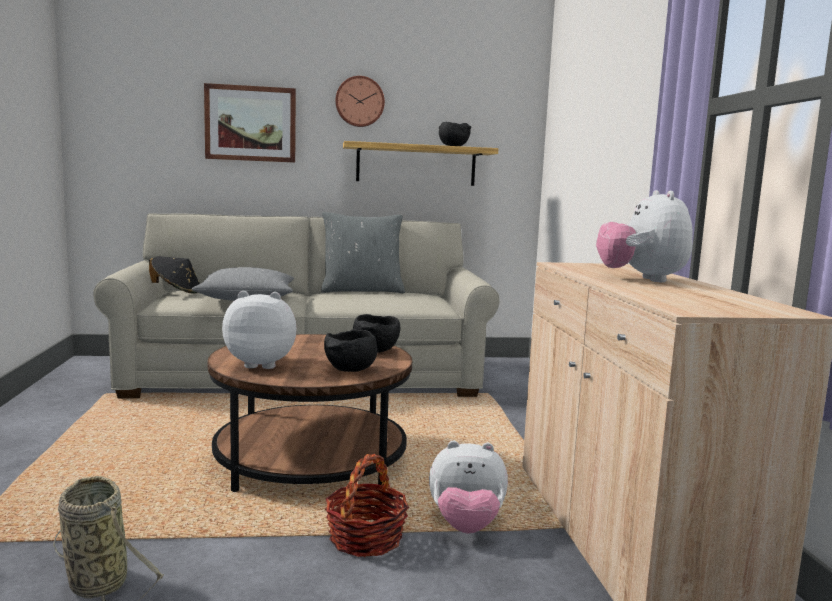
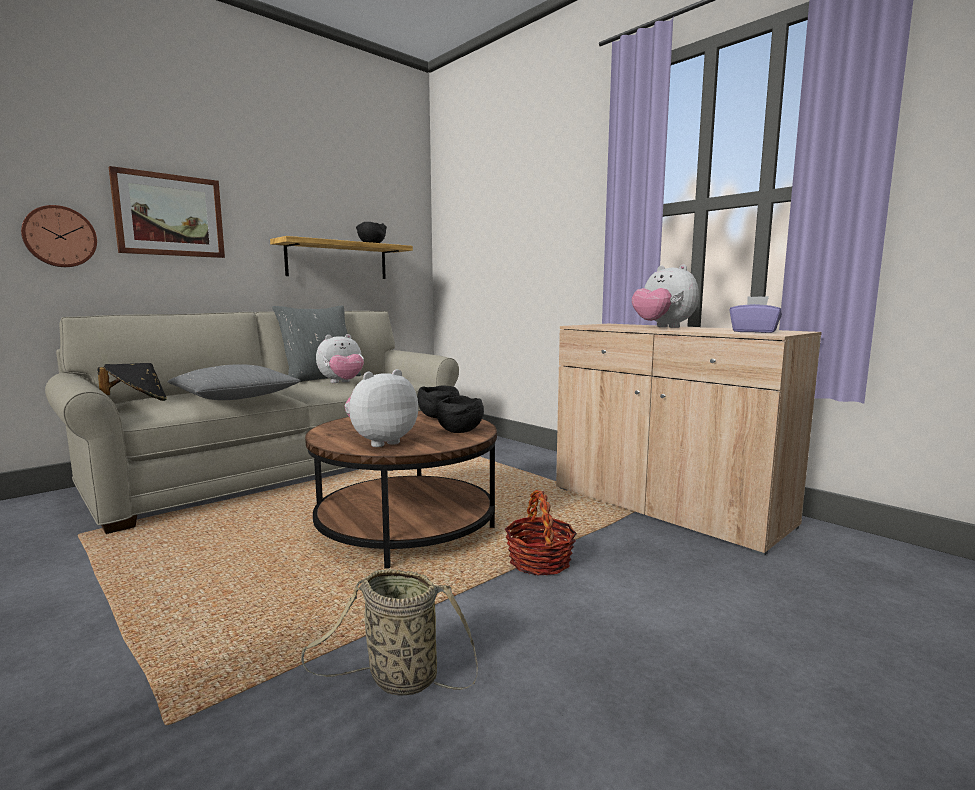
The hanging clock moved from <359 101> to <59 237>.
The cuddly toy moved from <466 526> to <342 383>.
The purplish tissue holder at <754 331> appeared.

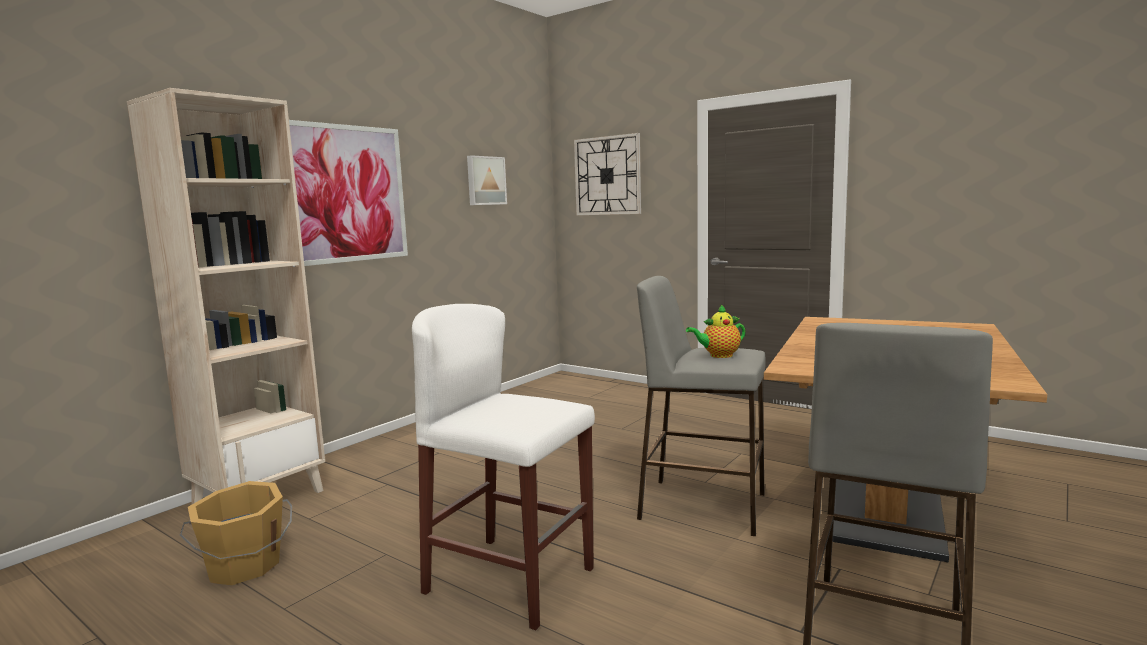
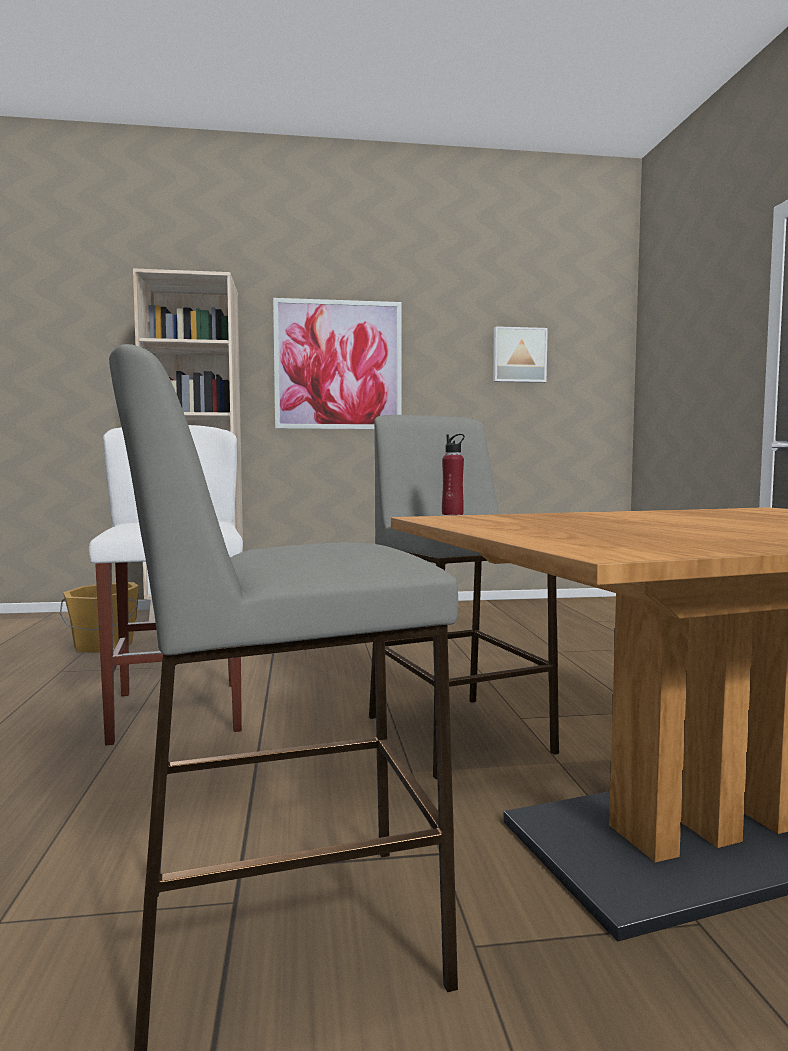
The teapot at <718 355> was replaced by the red drink bottle at <452 514>.
The hanging clock at <607 176> disappeared.

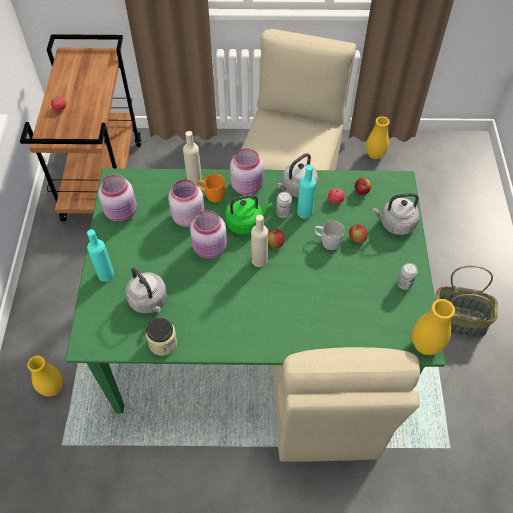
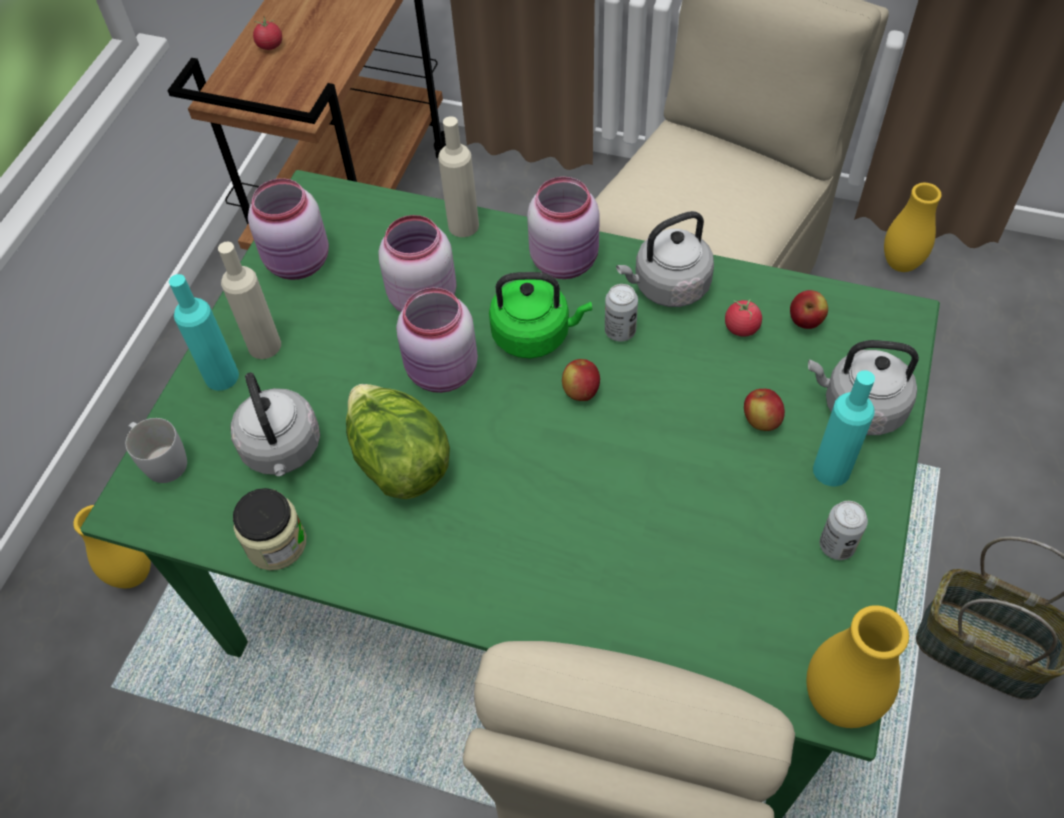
The white-coloured coffee mug moved from <327 241> to <161 460>.
The beige-coloured drink bottle moved from <259 260> to <264 345>.
The head of lettuce at <399 462> appeared.
The blue-green drink bottle moved from <304 212> to <831 470>.
The orange coffee mug at <211 194> disappeared.

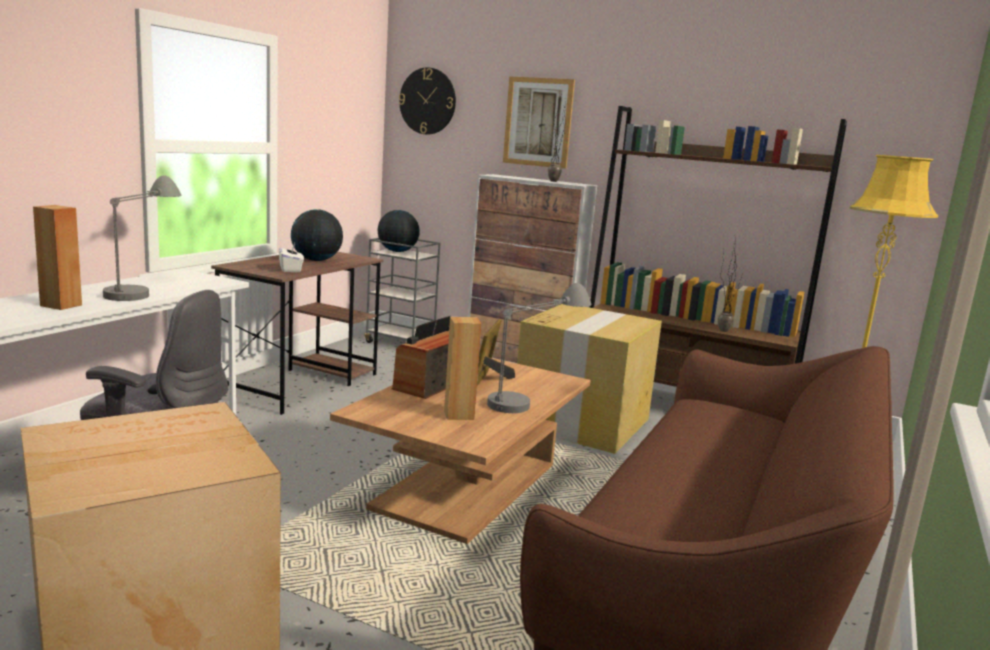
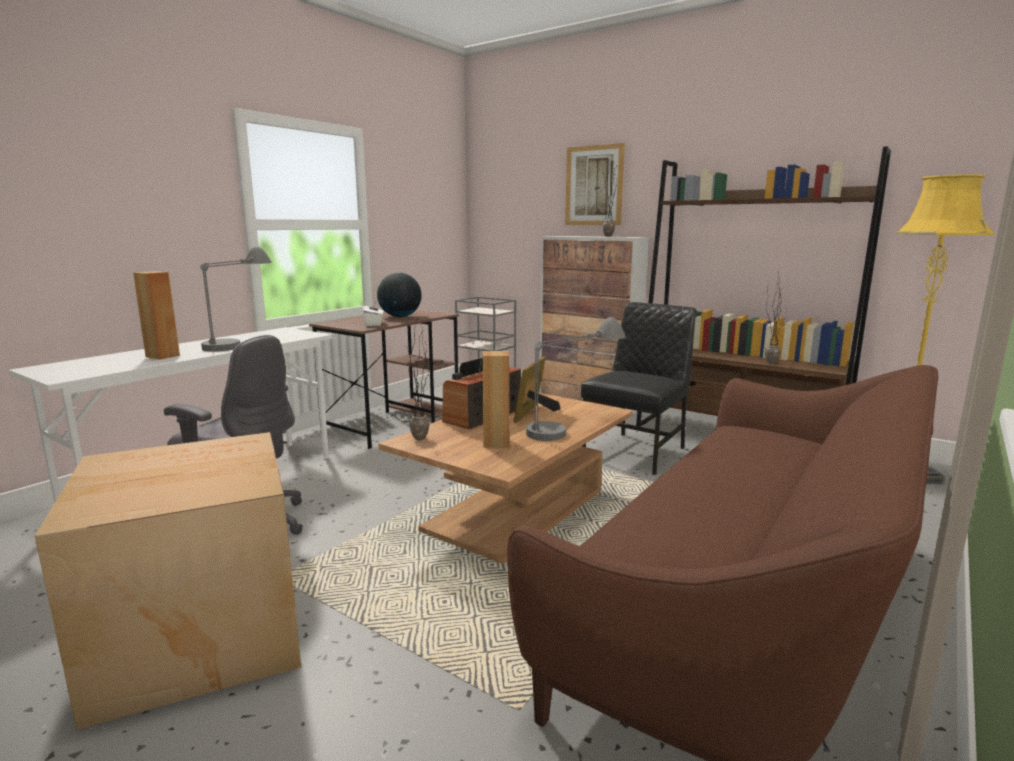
The plant in a pot at <419 441> appeared.
The cardboard box at <582 422> was replaced by the blackish chair at <637 452>.
The world globe at <397 251> disappeared.
The hanging clock at <427 101> disappeared.

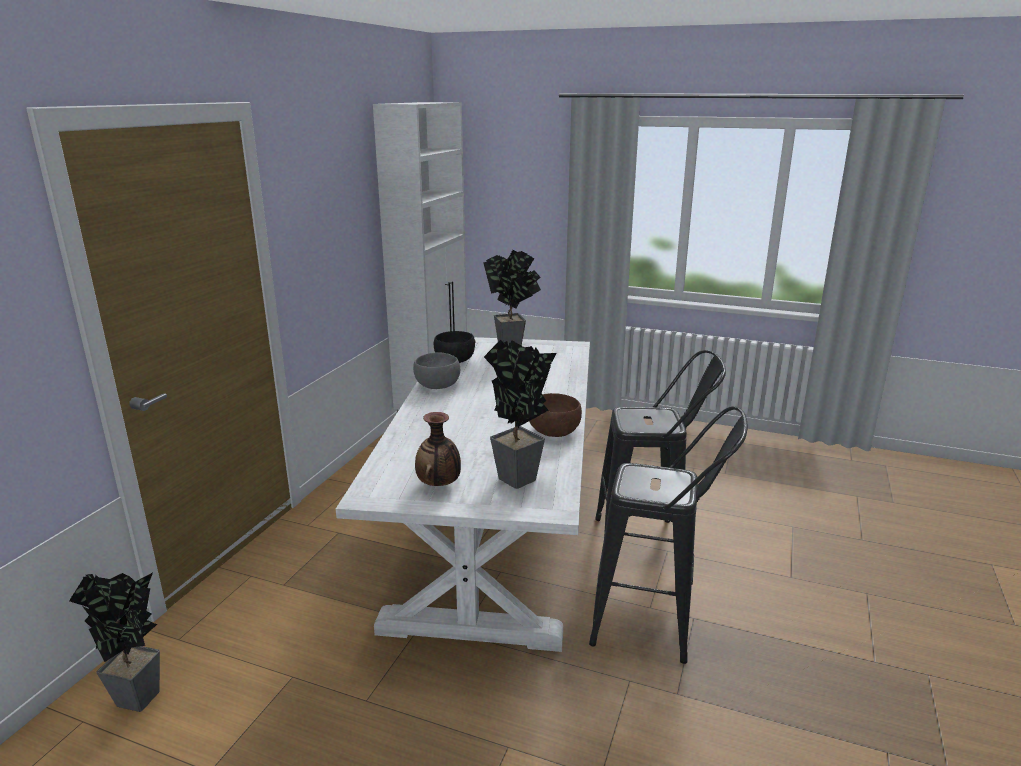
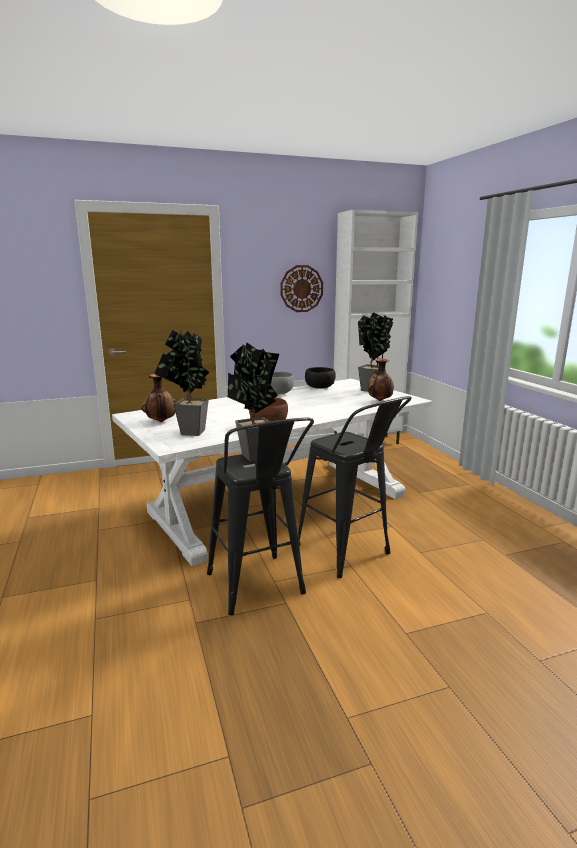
The plant in a pot moved from <141 702> to <254 458>.
The hanging clock at <301 288> appeared.
The decorative vase at <380 400> appeared.

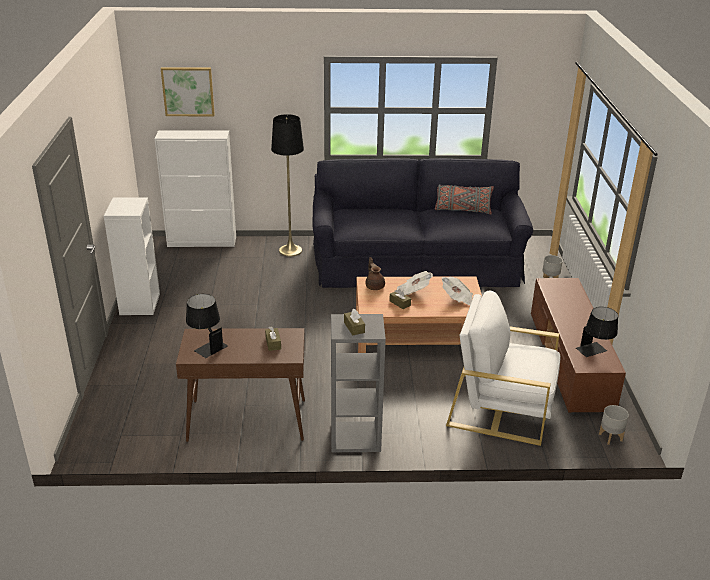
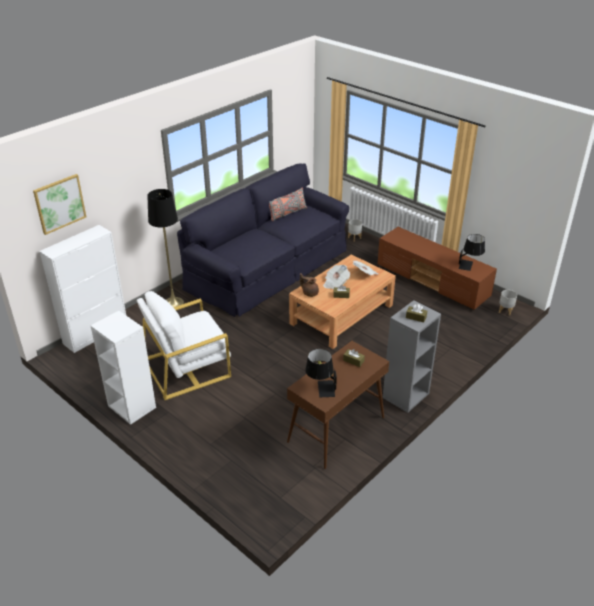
The white-coloured lounge chair moved from <501 407> to <187 367>.

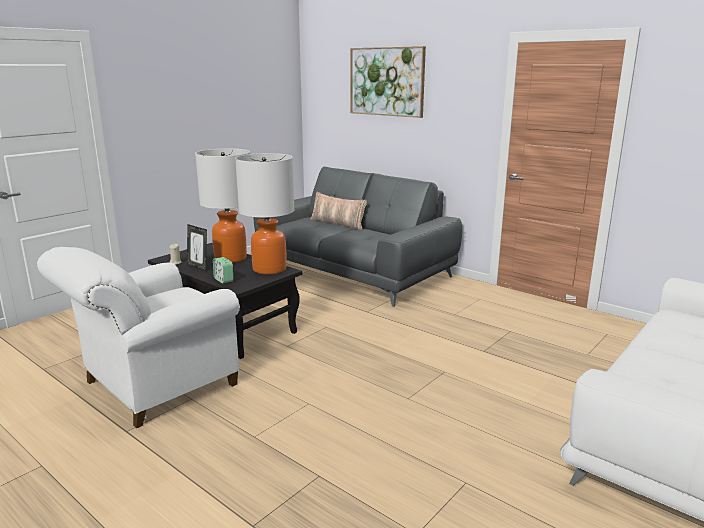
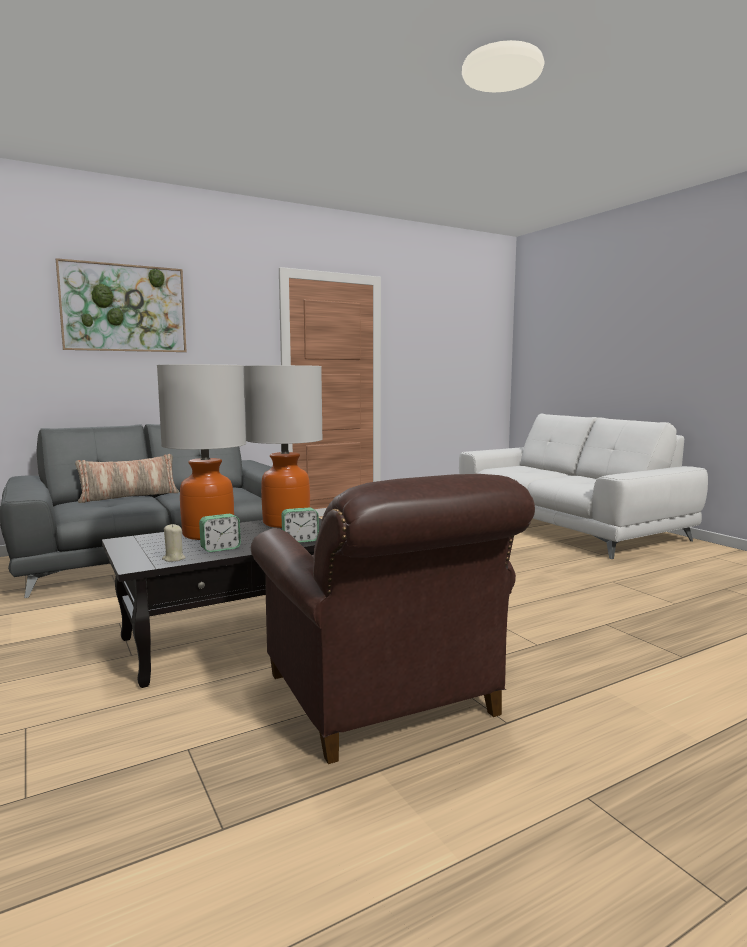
The standing frame at <198 267> was replaced by the alarm clock at <220 548>.
The white-coloured lounge chair at <154 385> became the brown-coloured lounge chair at <385 699>.

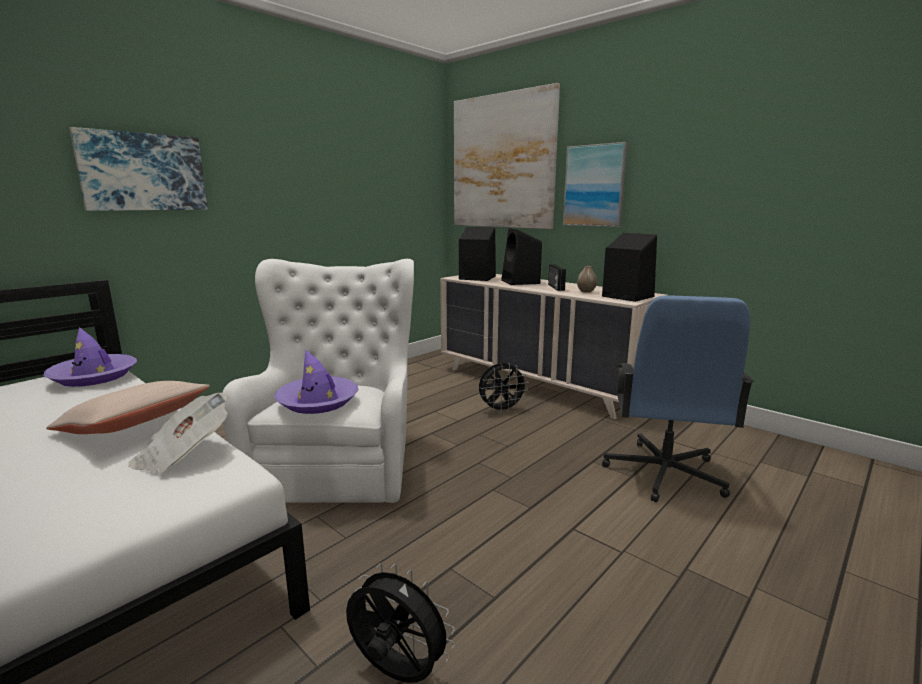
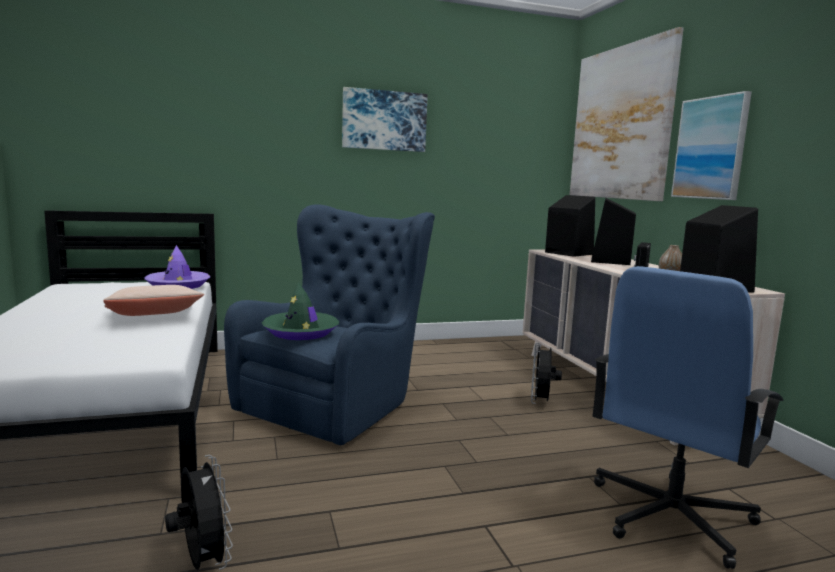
The white-coloured lounge chair at <340 462> became the bluish lounge chair at <337 404>.
The purplish wearable hat at <318 402> became the green wearable hat at <301 332>.
The wall picture moved from <143 172> to <384 120>.
The blackish fan at <501 410> turned 90 degrees clockwise.
The printed paper at <183 455> disappeared.

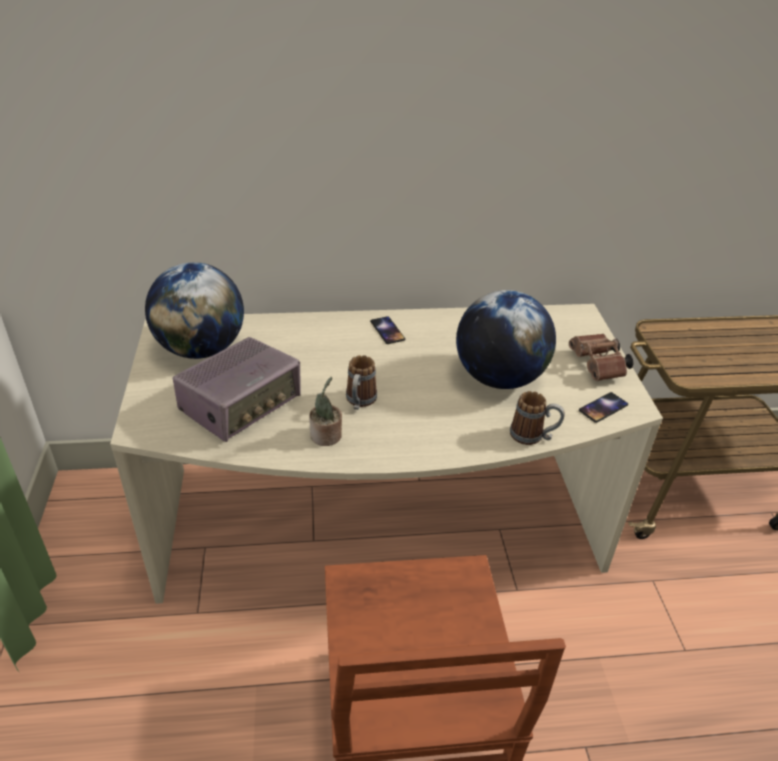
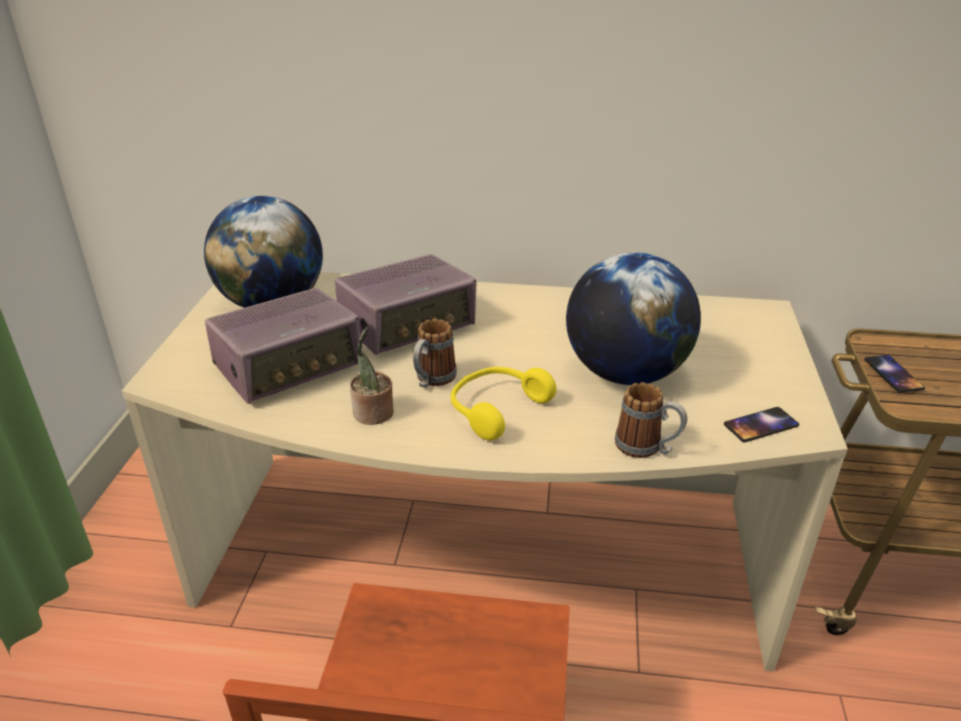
The radio receiver at <408 325> appeared.
The yellow headset at <495 409> appeared.
The handset moved from <387 330> to <893 374>.
The brown-coloured pair of binoculars at <599 367> disappeared.

